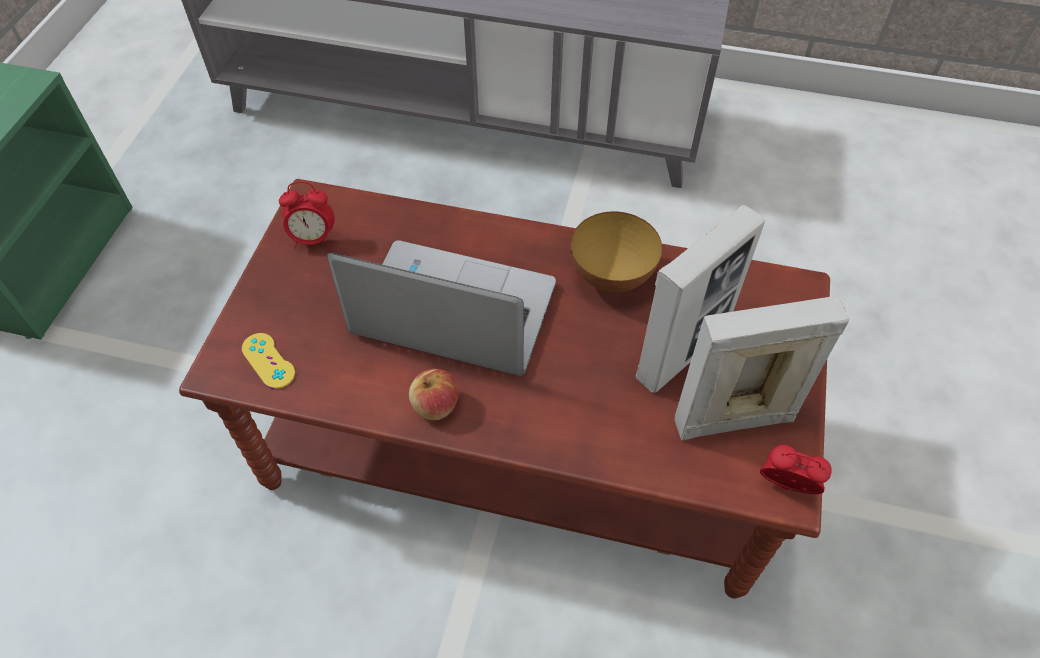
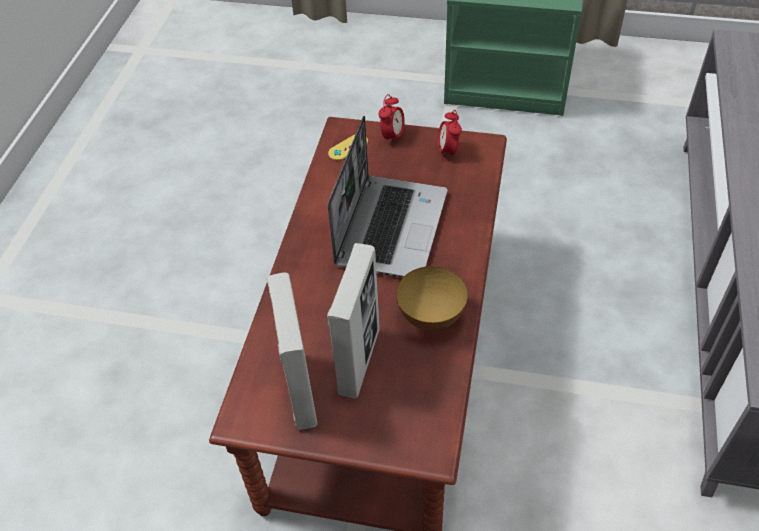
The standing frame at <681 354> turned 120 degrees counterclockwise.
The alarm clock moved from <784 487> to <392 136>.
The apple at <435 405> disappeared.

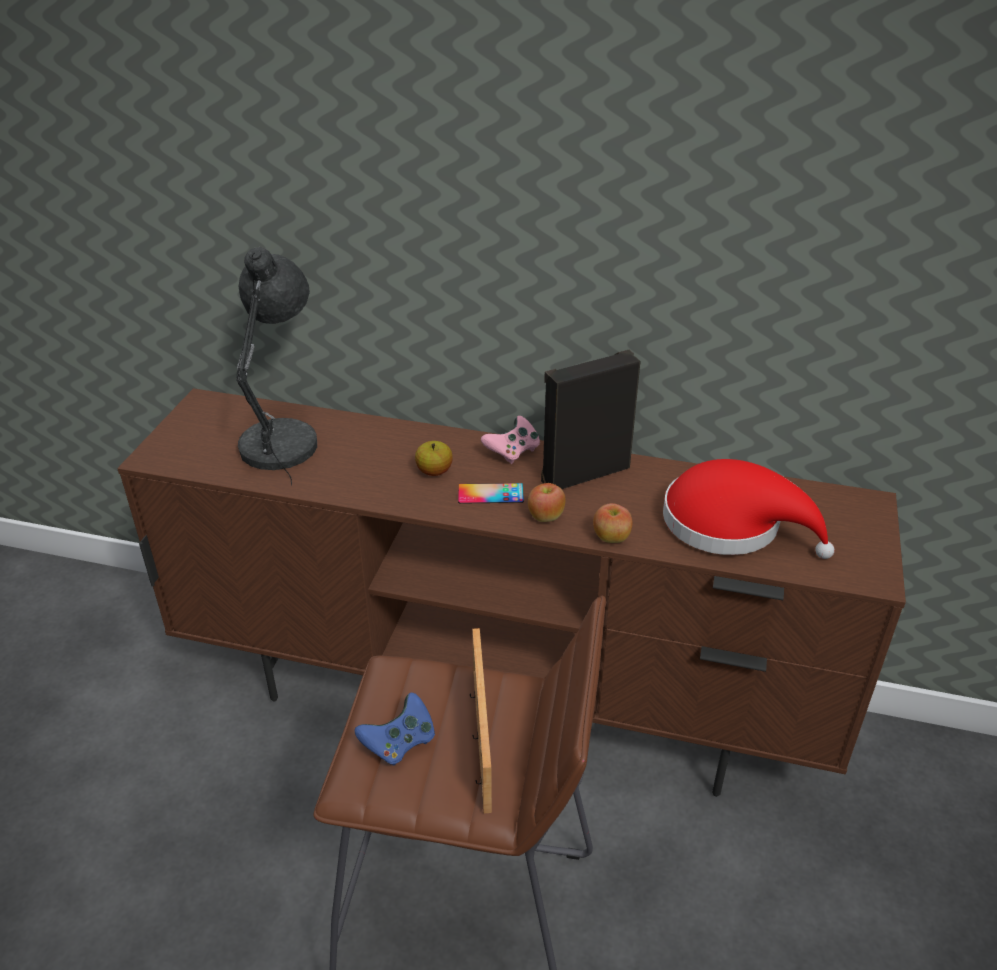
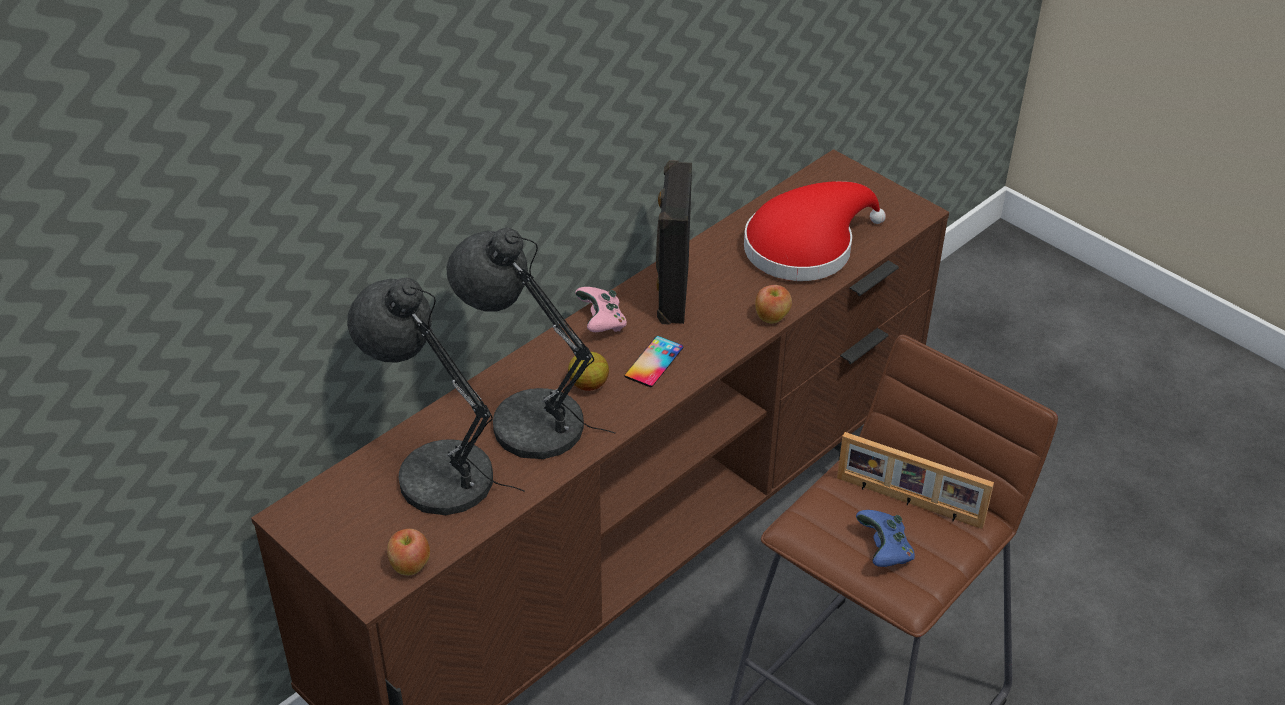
The apple moved from <546 517> to <410 566>.
The grey lamp for a table at <529 420> appeared.

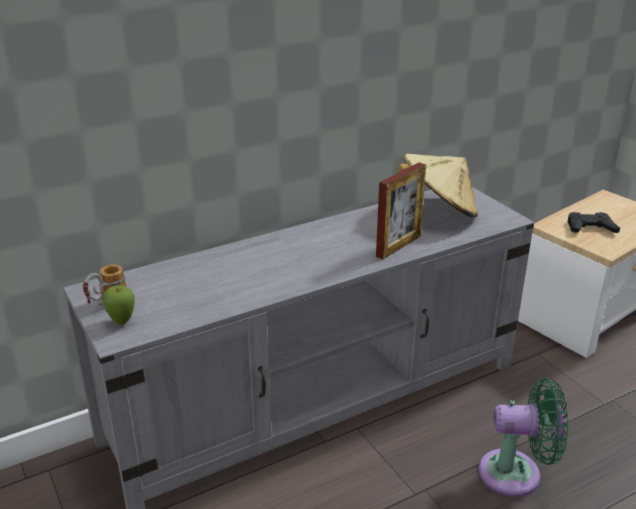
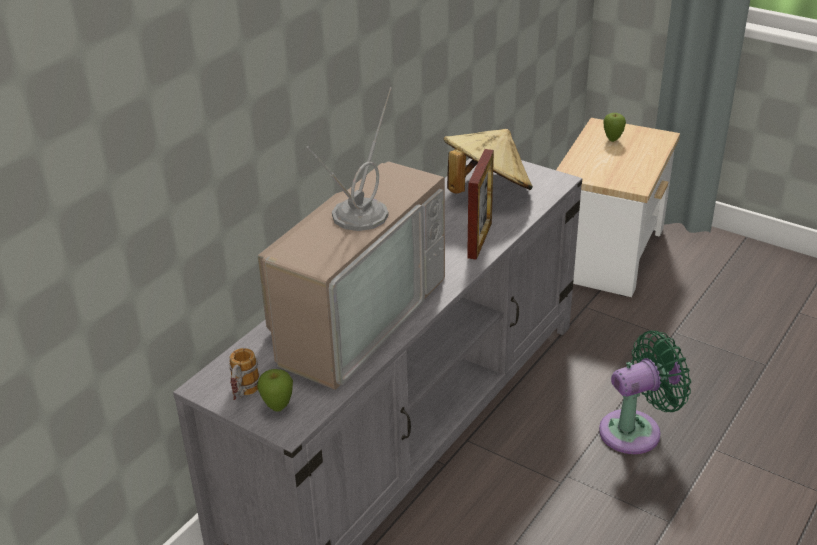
The TV at <354 315> appeared.
The apple at <612 139> appeared.
The blackish joypad at <590 228> disappeared.

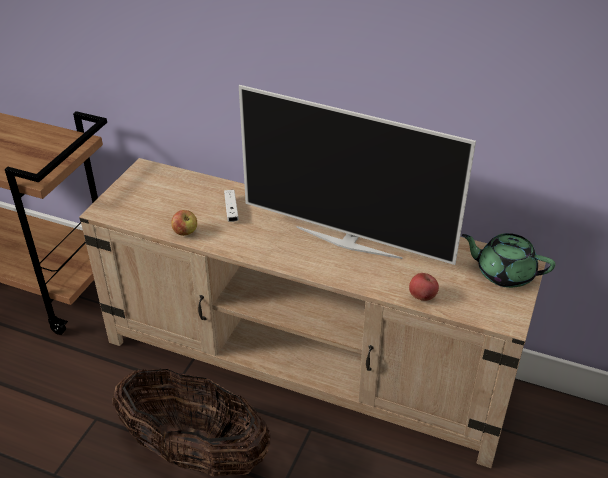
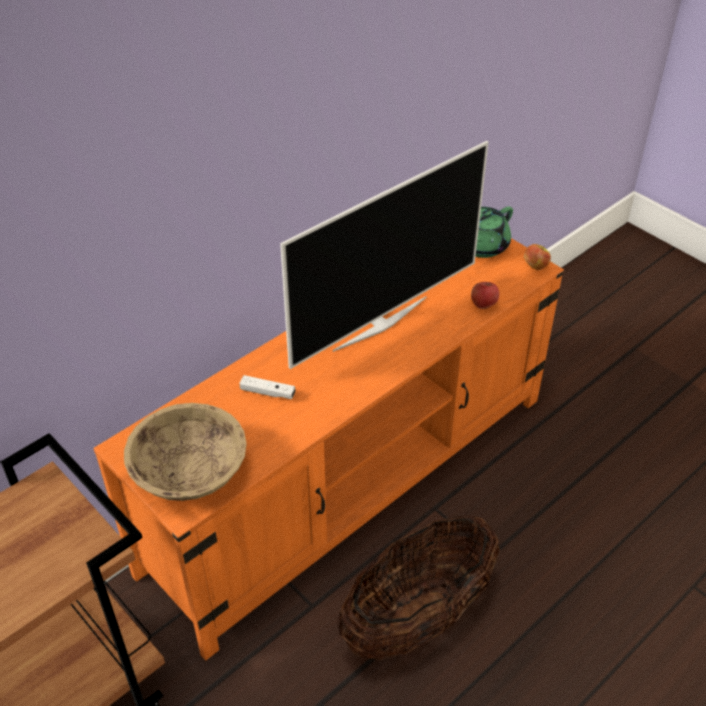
The beige-coloured media console at <306 364> became the orange media console at <352 481>.
The beige-coloured serving bowl at <189 472> appeared.
The apple moved from <185 232> to <535 266>.

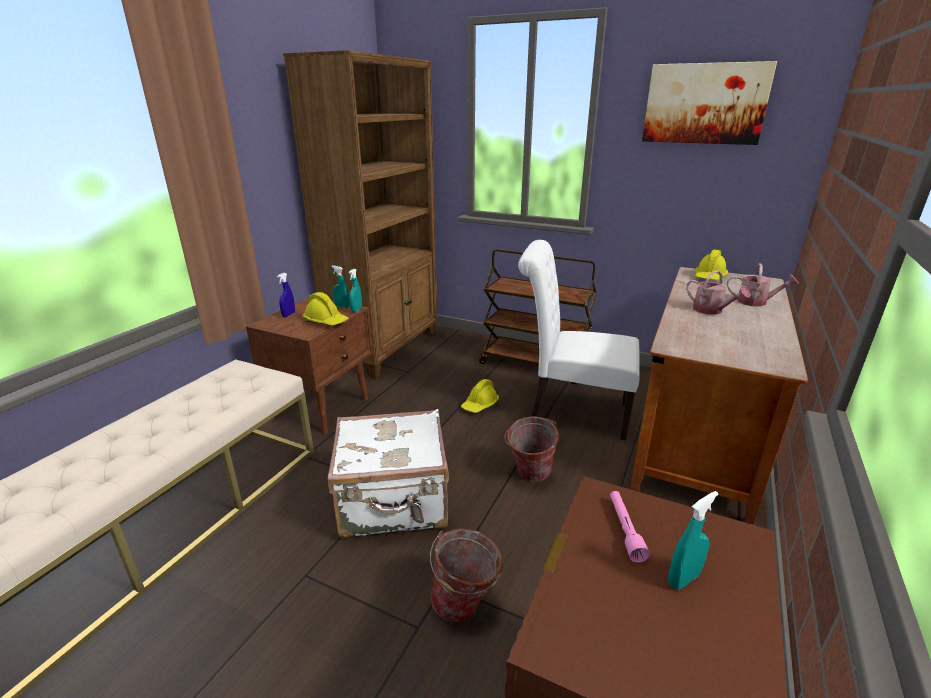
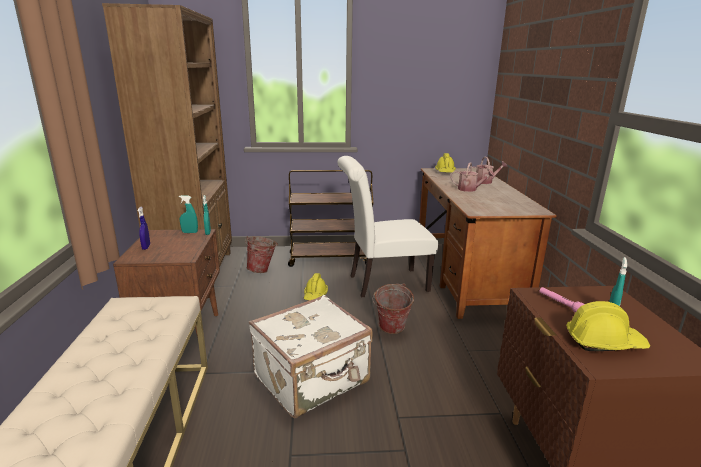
The pail moved from <466 607> to <263 270>.
The yellow safety helmet moved from <326 321> to <604 342>.
The wall picture at <705 104> disappeared.

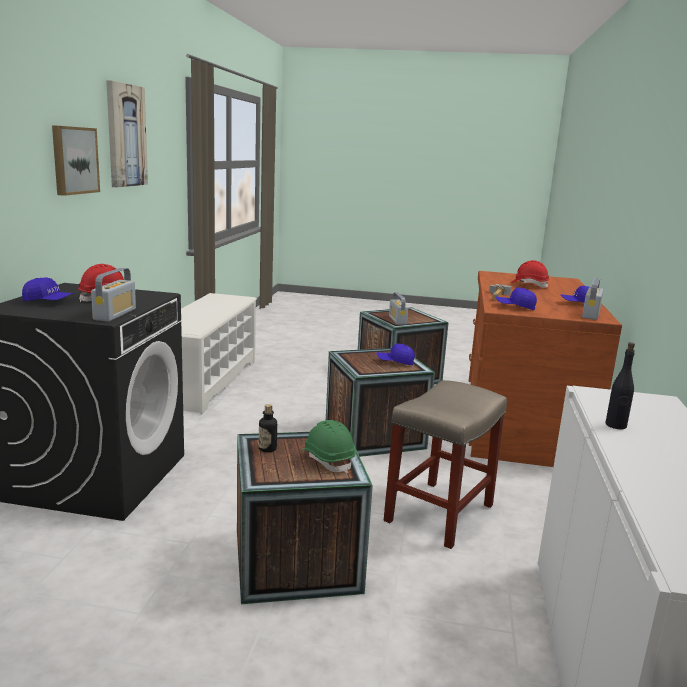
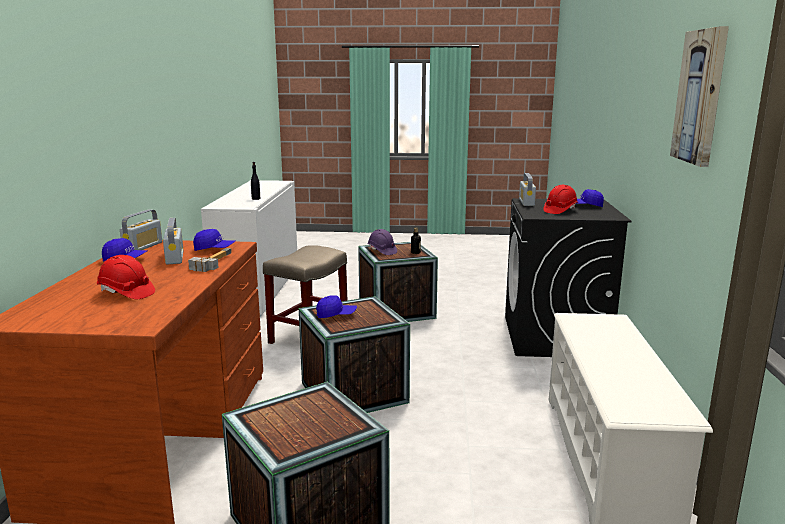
The radio receiver moved from <397 320> to <174 257>.
The green safety helmet at <328 459> became the purplish safety helmet at <382 251>.
The wall picture at <73 160> disappeared.

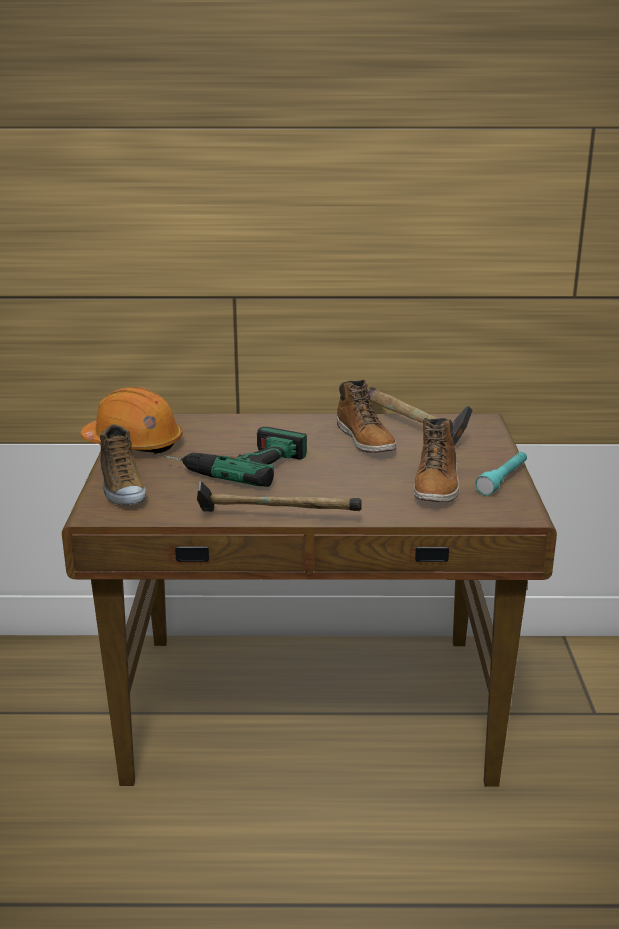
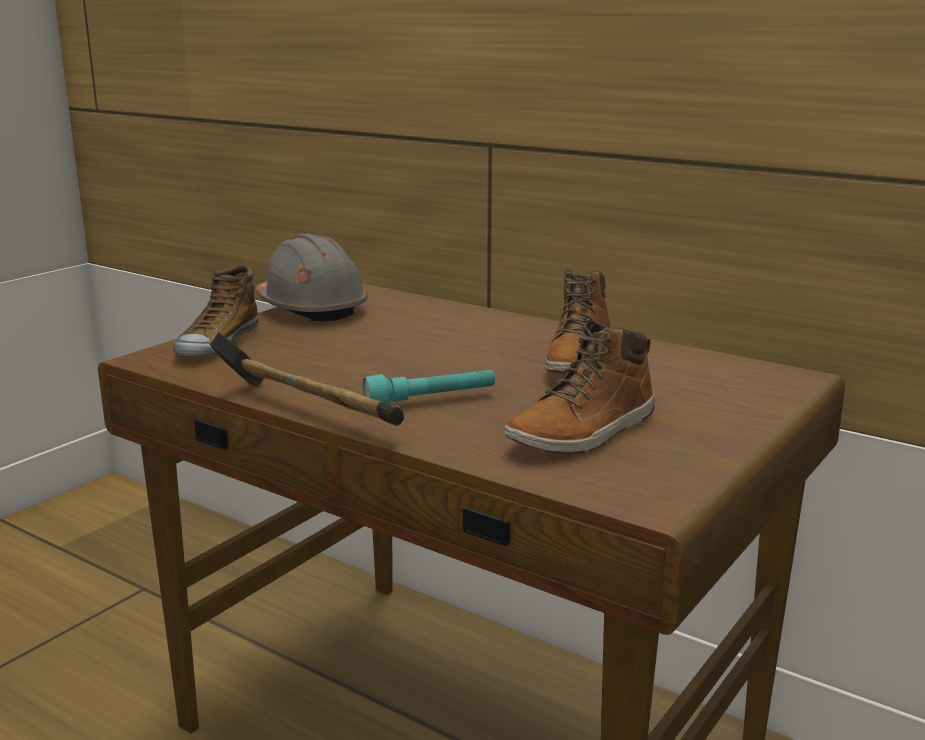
The orange safety helmet at <134 444> became the grey safety helmet at <311 308>.
The blue-green flashlight moved from <503 480> to <430 400>.
The power drill at <235 463> disappeared.
The tool hammer at <414 428> disappeared.

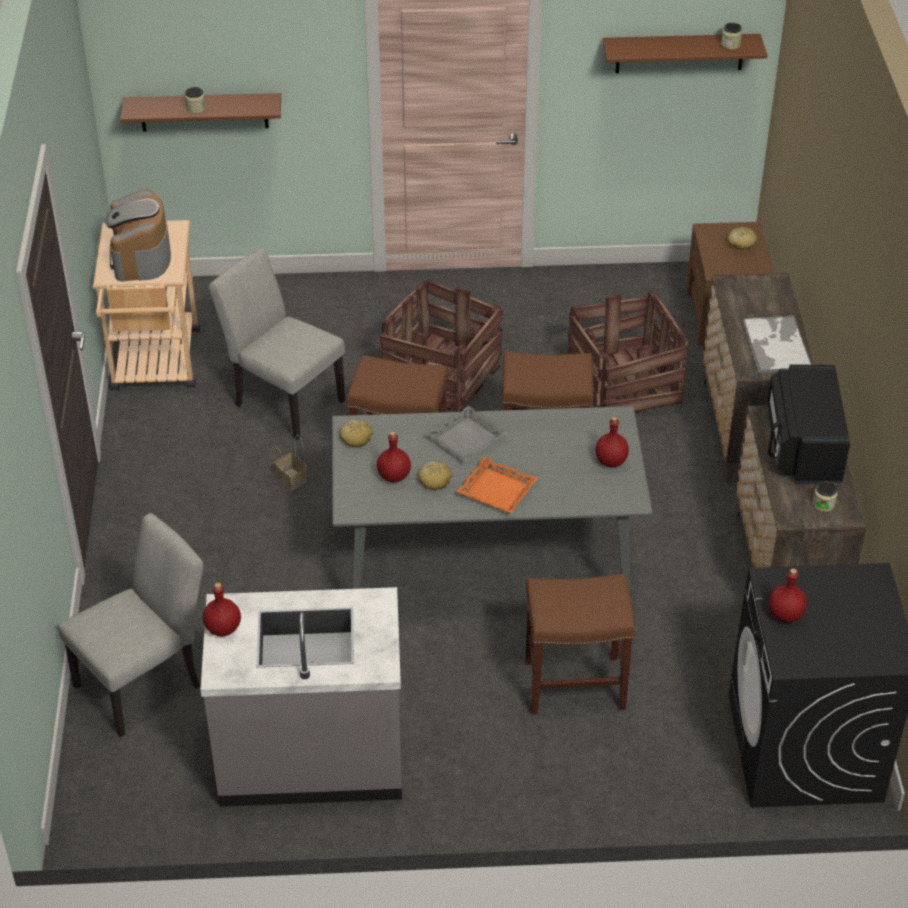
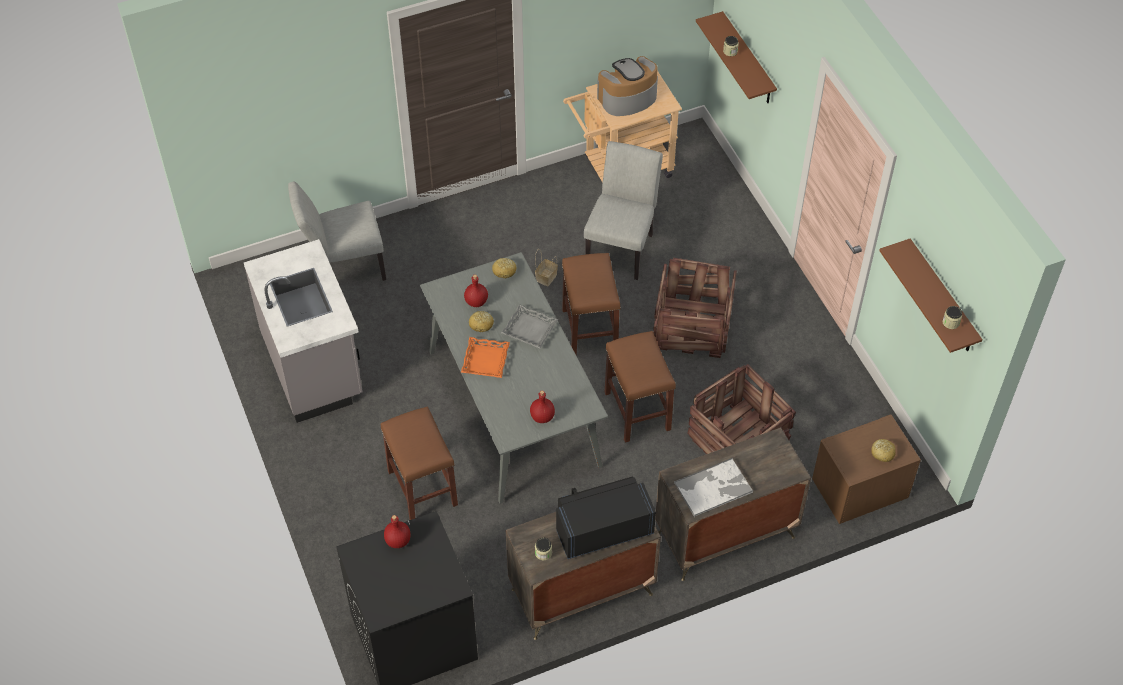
The grey chair at <146 681> turned 135 degrees clockwise.
The red drink bottle at <223 629> disappeared.

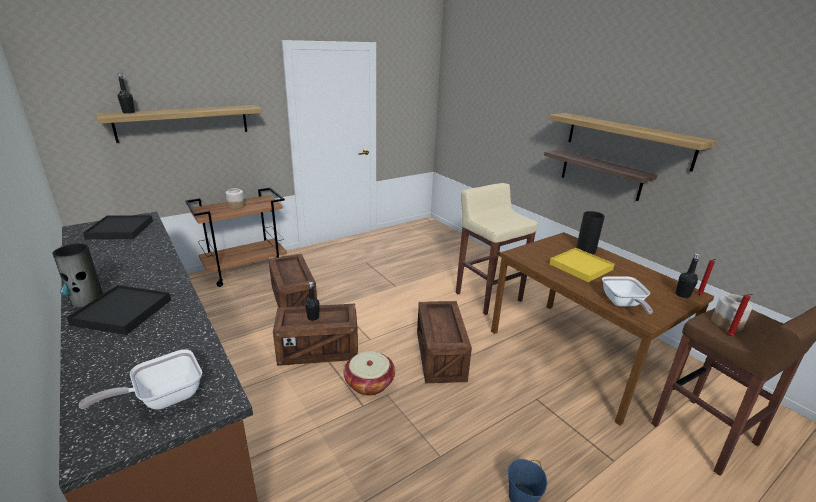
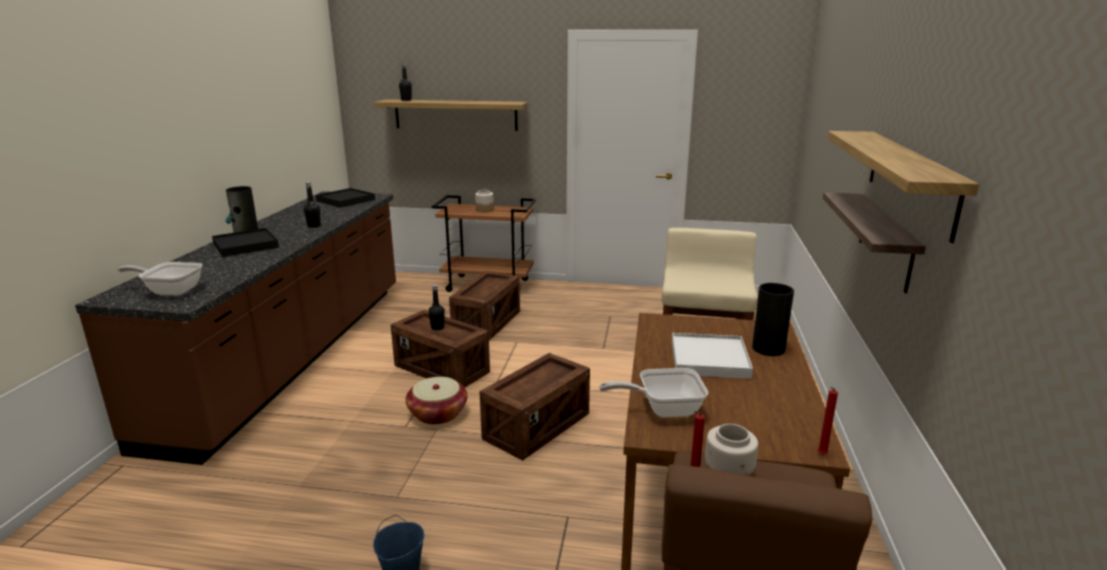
The blackish drink bottle moved from <682 295> to <314 226>.
The skillet at <622 304> turned 45 degrees clockwise.
The yellow serving tray at <581 267> became the white-coloured serving tray at <709 359>.

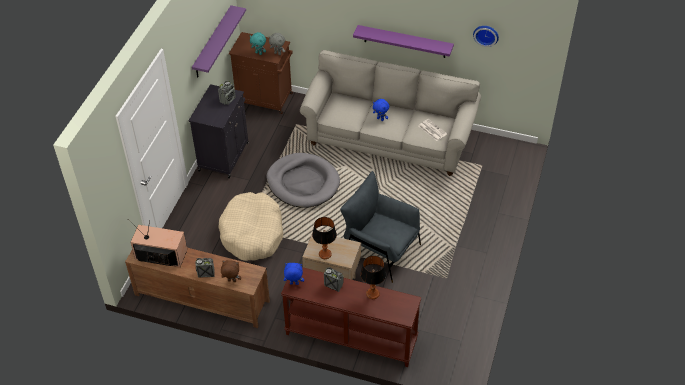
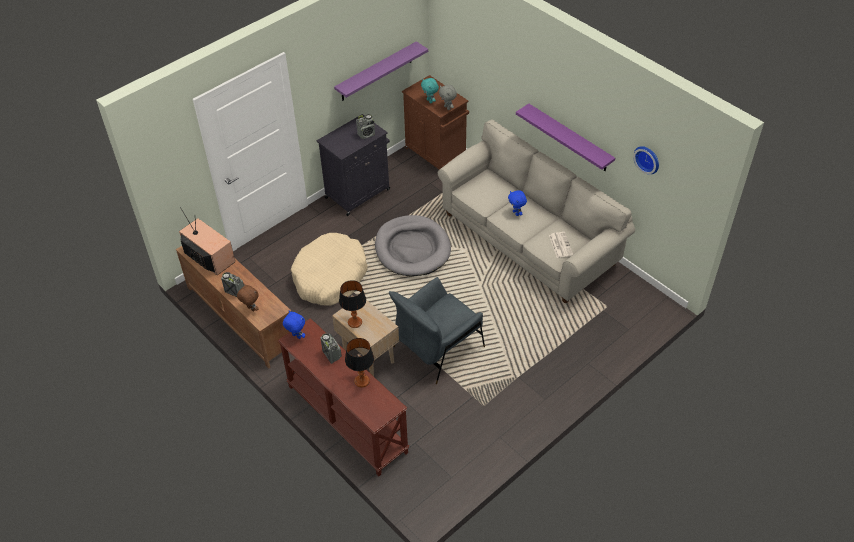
The grey lounge chair at <380 250> turned 105 degrees counterclockwise.

